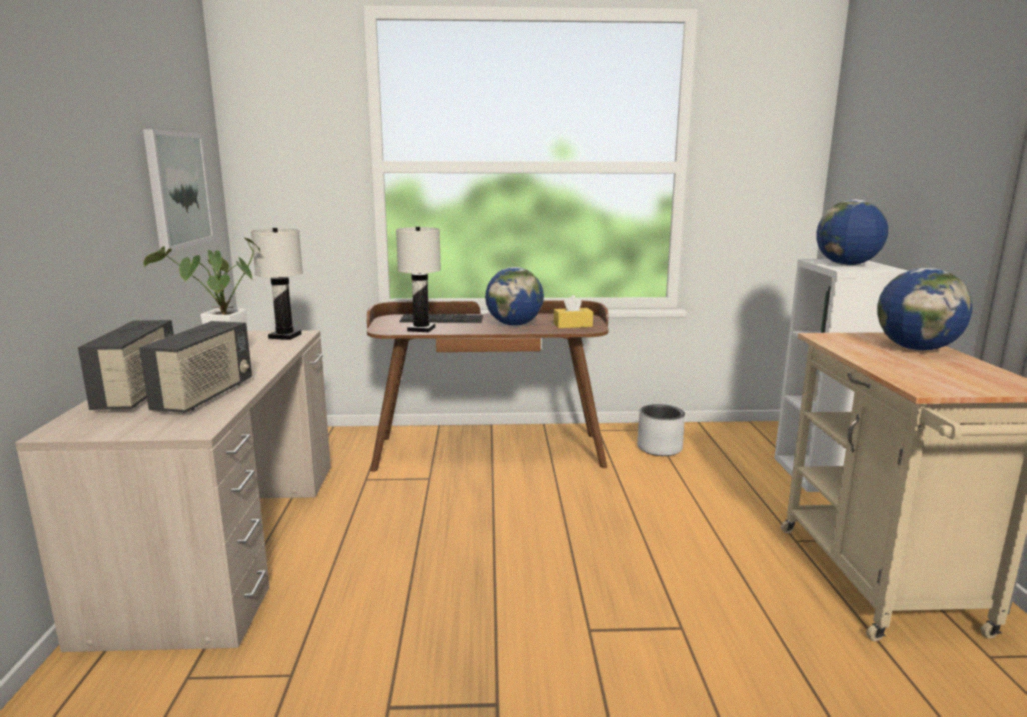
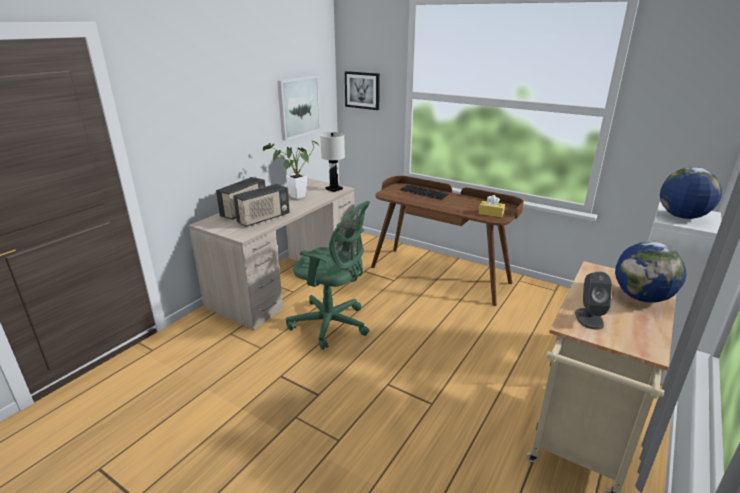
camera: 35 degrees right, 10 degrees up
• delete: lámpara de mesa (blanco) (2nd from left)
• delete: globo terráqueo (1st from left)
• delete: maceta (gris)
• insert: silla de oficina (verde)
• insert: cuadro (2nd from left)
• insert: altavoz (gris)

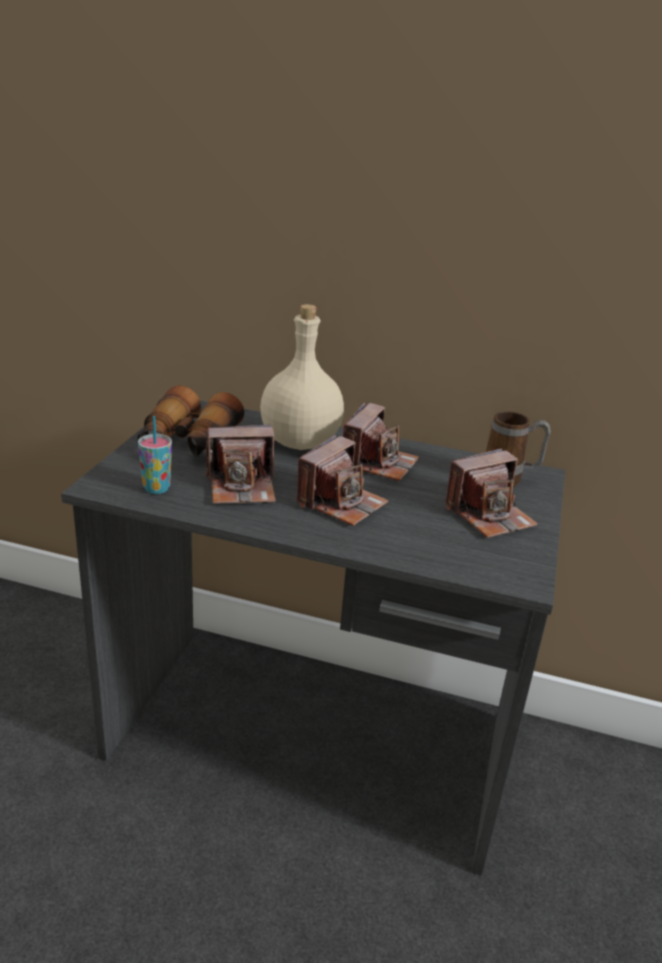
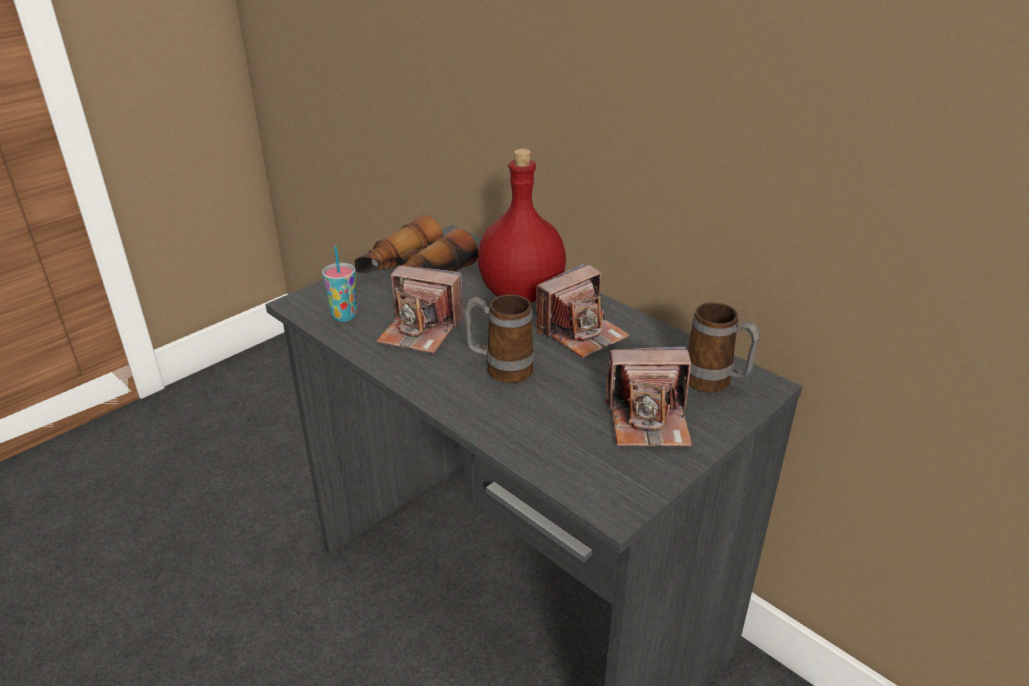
camera: 30 degrees right, 5 degrees up
• recolor: botella (beis) to botella (rojo)
• replace: cámara (2nd from left) to taza grande (1st from left)

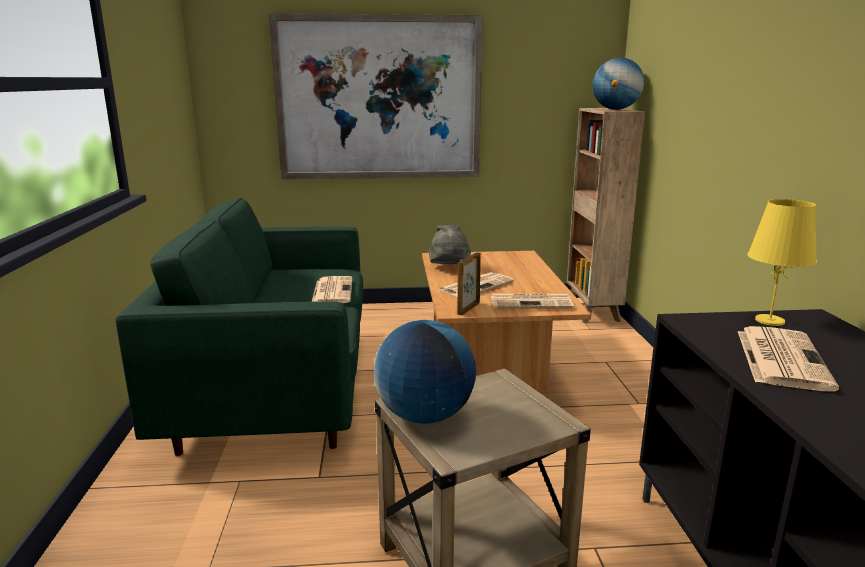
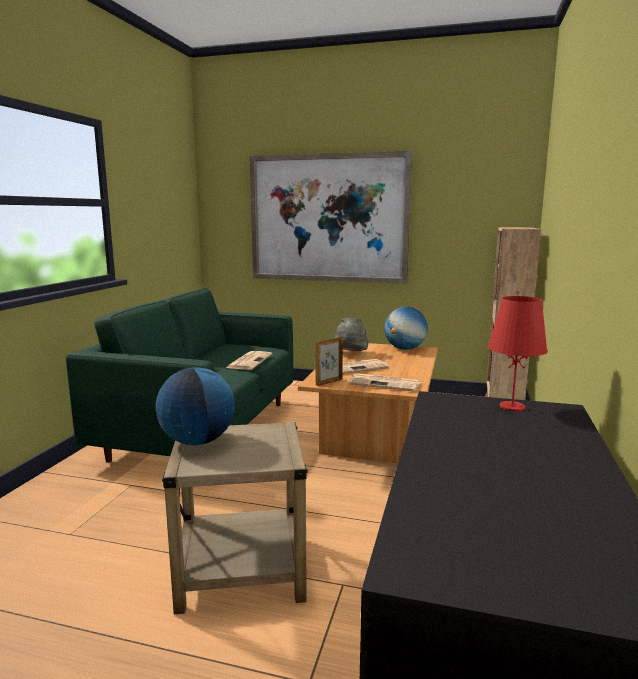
camera: 20 degrees right, 5 degrees down
• move: globo terráqueo (2nd from left)
• delete: periódico (4th from left)
• recolor: lámpara de mesa (amarillo) to lámpara de mesa (rojo)

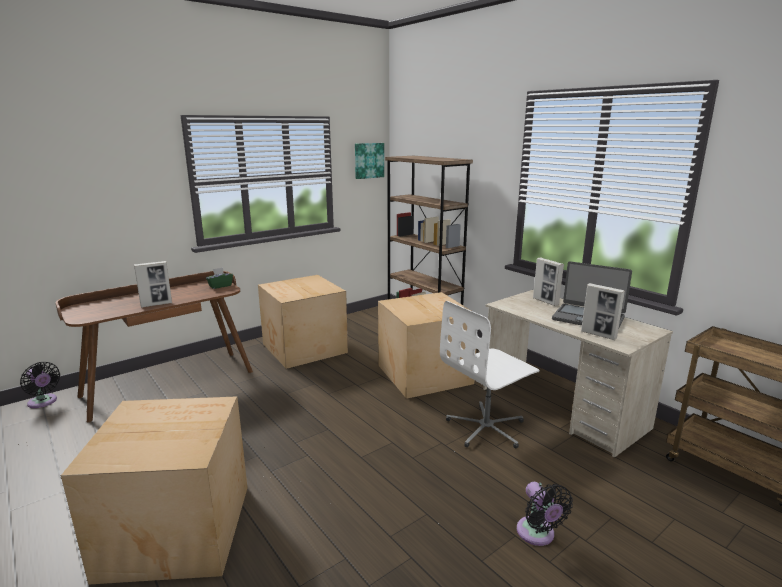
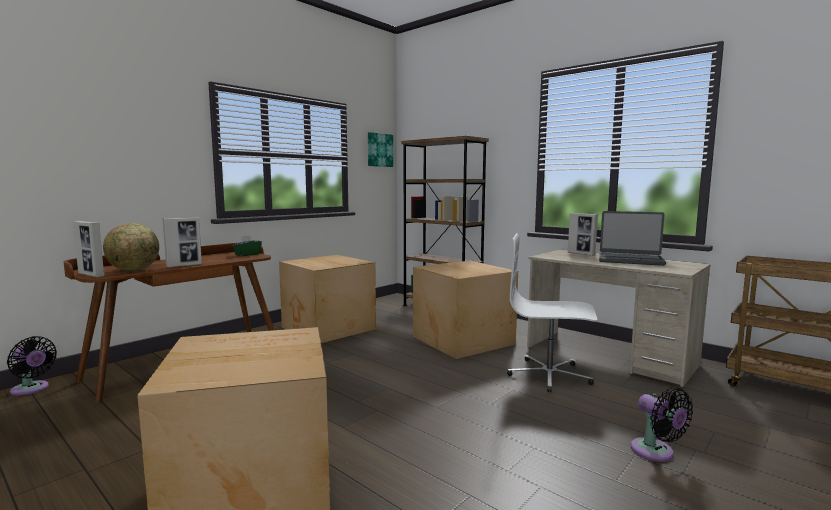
camera: 10 degrees left, 10 degrees down
• rotate: silla de oficina (blanco) 60 degrees clockwise
• move: portarretratos (3rd from left in the first image) to portarretratos (1st from left)
• insert: globo terráqueo

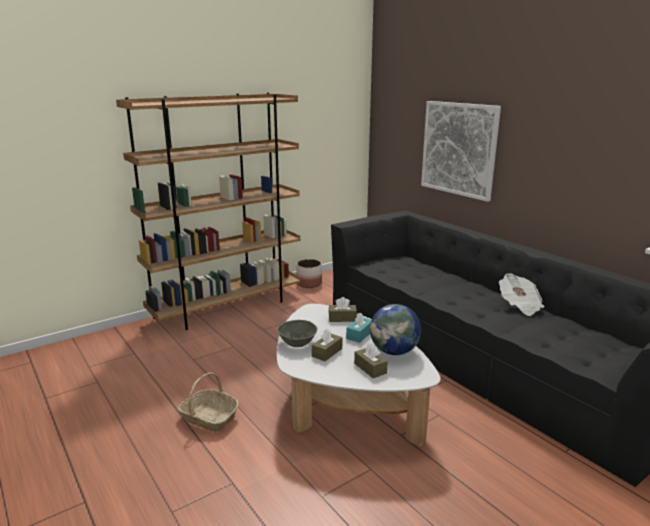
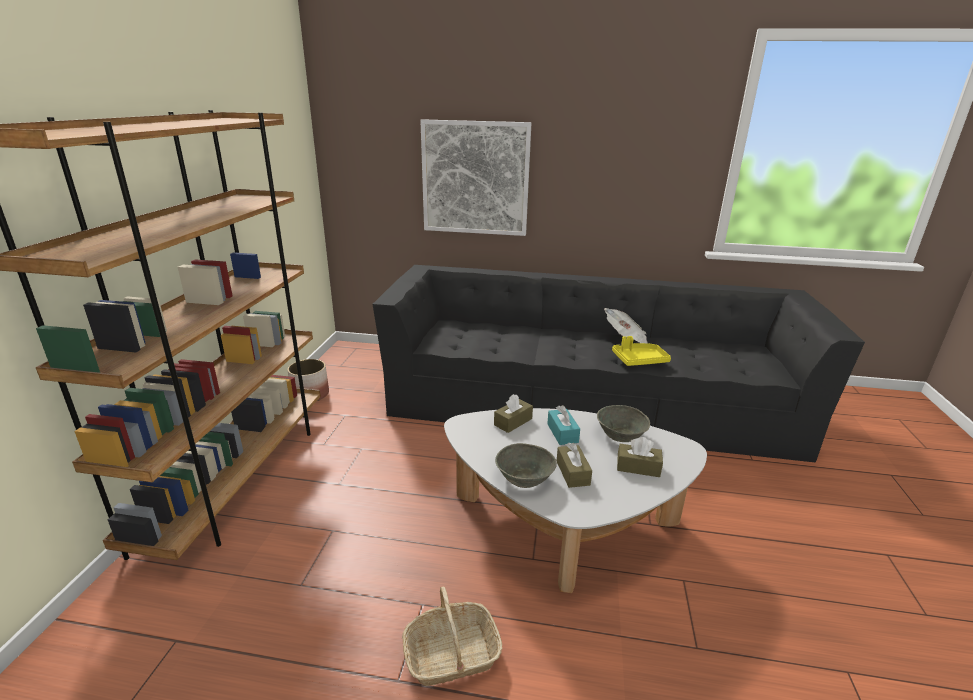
camera: 45 degrees left, 5 degrees up
• replace: globo terráqueo to cuenco (gris) (2nd from left)
• insert: bandeja (amarillo)

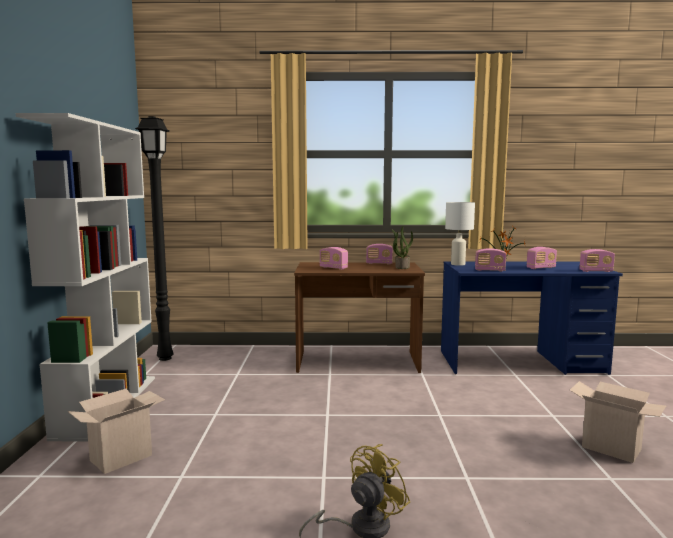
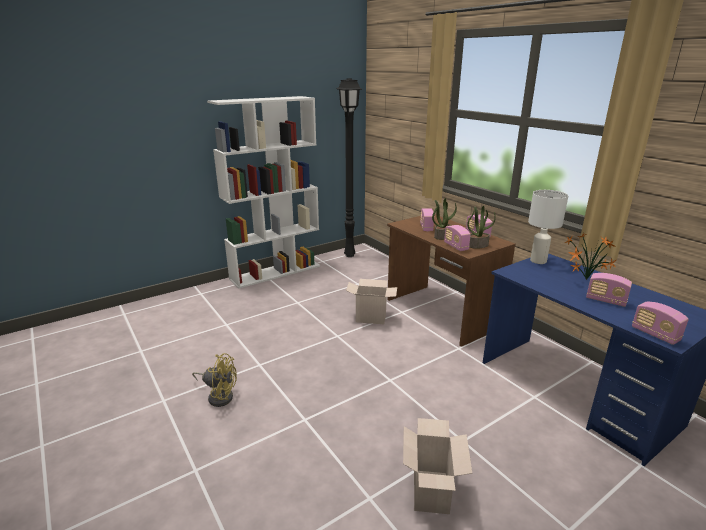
camera: 55 degrees right, 15 degrees up
• move: caja de cartón (1st from left)
• move: radio (3rd from left in the first image) to radio (2nd from left)
• insert: planta en maceta (1st from left)

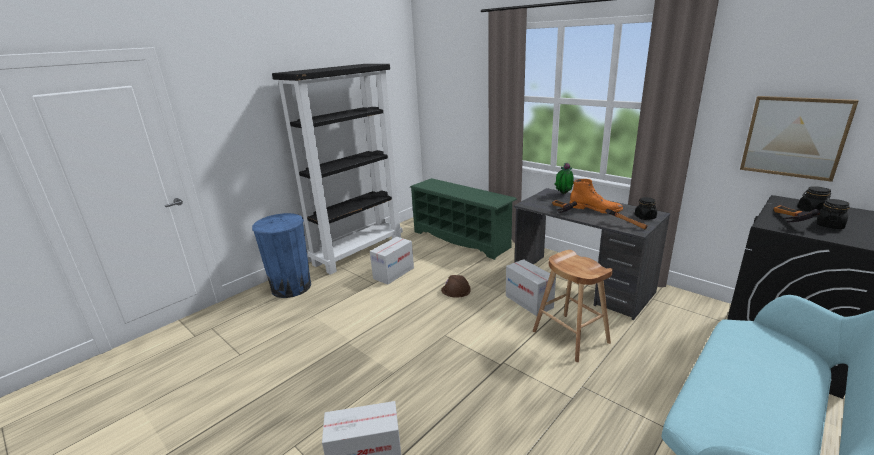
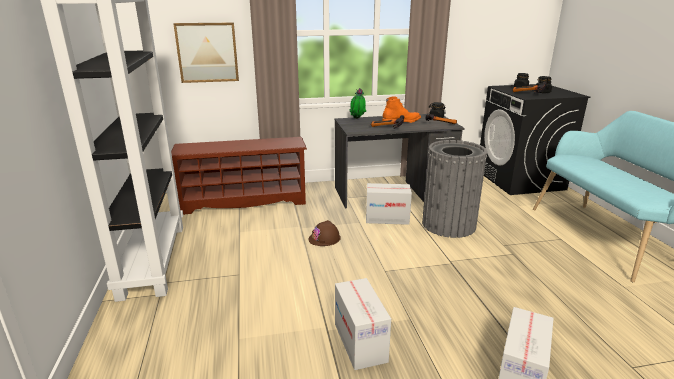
camera: 55 degrees left, 0 degrees up
• delete: papelera (azul)
• move: caja de cartón (2nd from left in the first image) to caja de cartón (1st from left)
• recolor: zapatero (verde) to zapatero (marrón)
• replace: taburete (marrón) to papelera (gris)
• move: cuadro

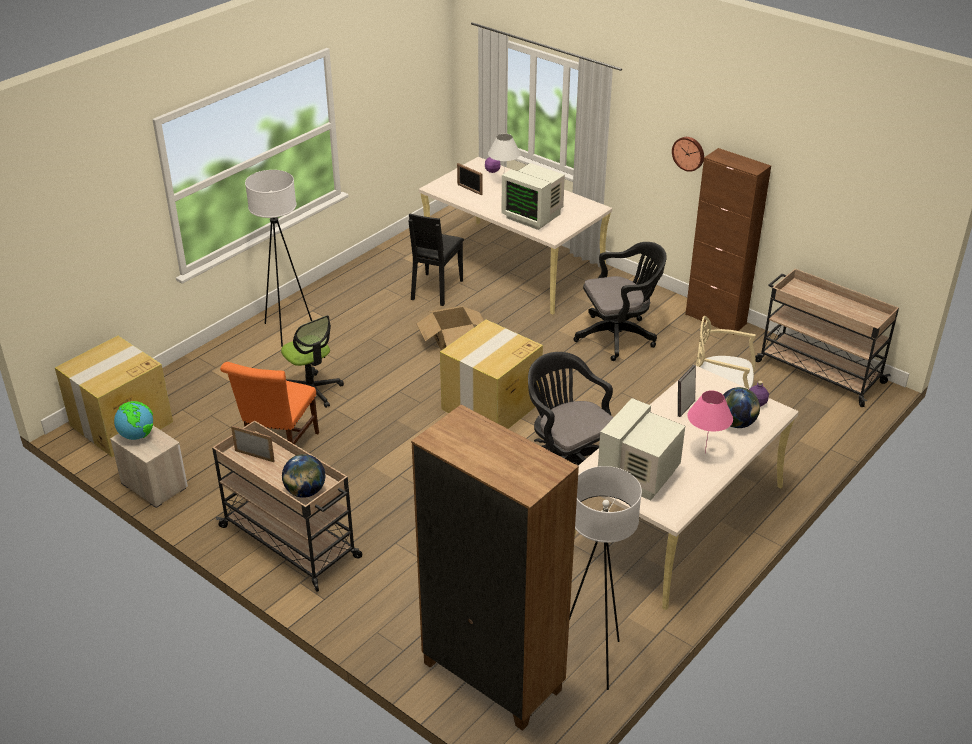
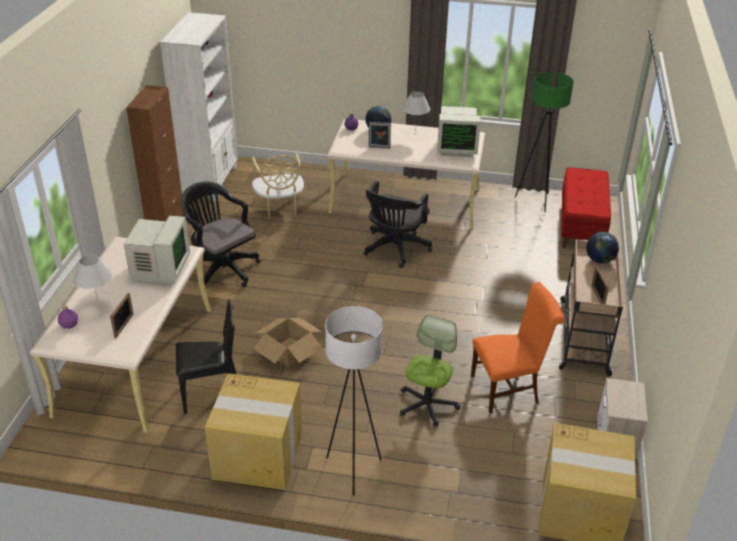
camera: 120 degrees left, 0 degrees up
• delete: globo terráqueo (1st from left)
• replace: estantería (marrón) to banco (rojo)
• move: caja de cartón (3rd from left in the first image) to caja de cartón (1st from left)
• recolor: lámpara de pie (blanco) (2nd from left) to lámpara de pie (verde)
• delete: reloj de pared
• recolor: lámpara de mesa (rosa) to lámpara de mesa (blanco) (2nd from left)
• replace: carrito (beis) (2nd from left) to estantería (blanco)

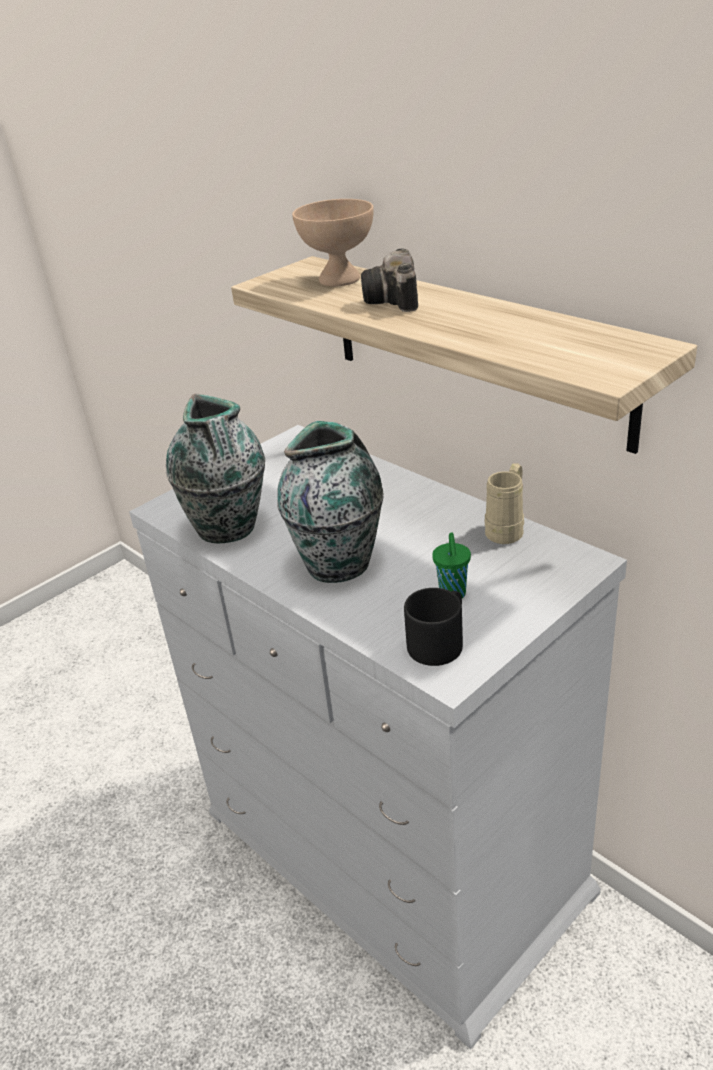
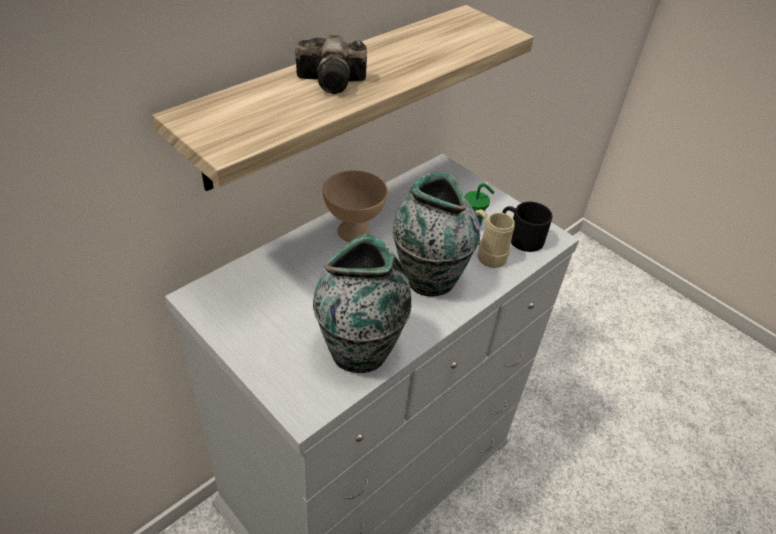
camera: 95 degrees left, 10 degrees up
• move: cuenco (beis)
• move: taza grande (beis)

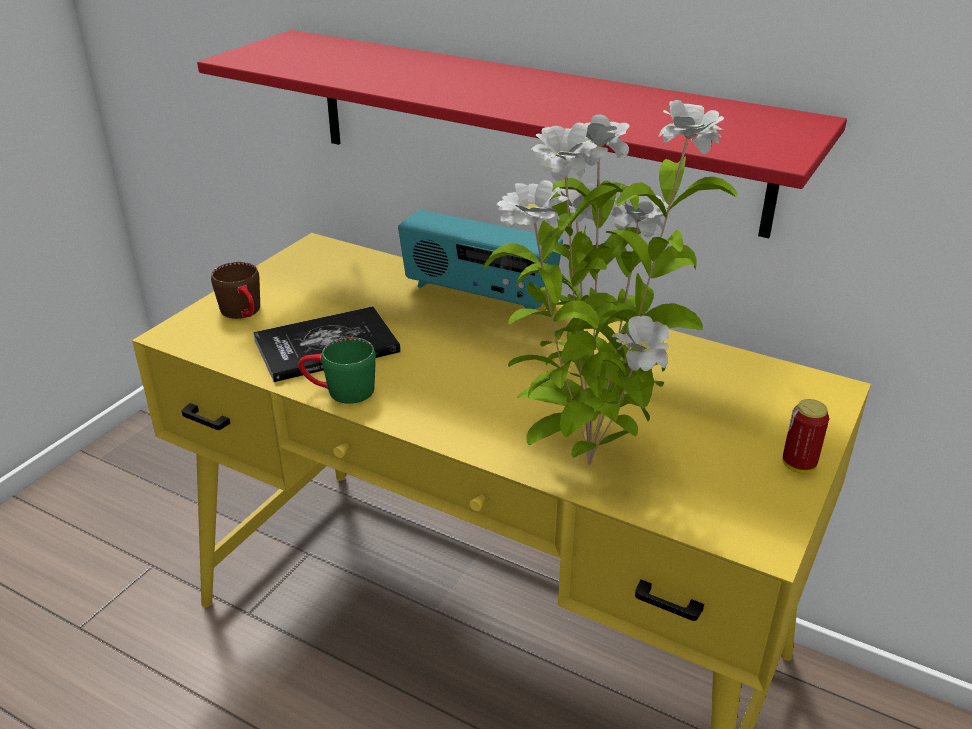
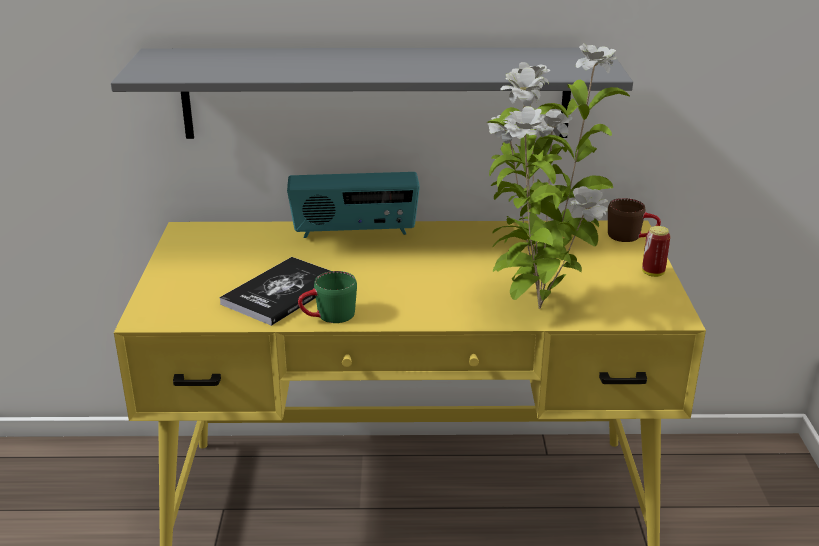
camera: 30 degrees left, 5 degrees down
• recolor: estante (rojo) to estante (gris)
• move: taza grande (marrón)

